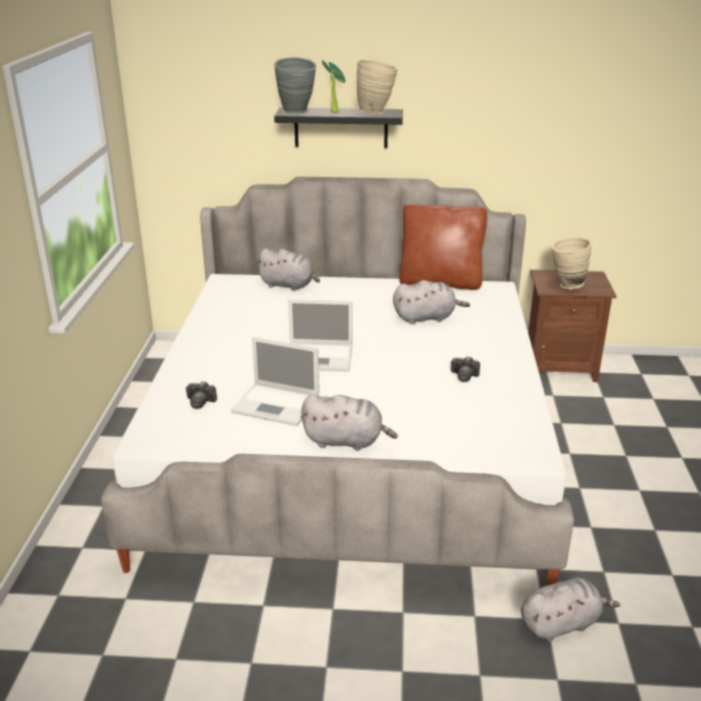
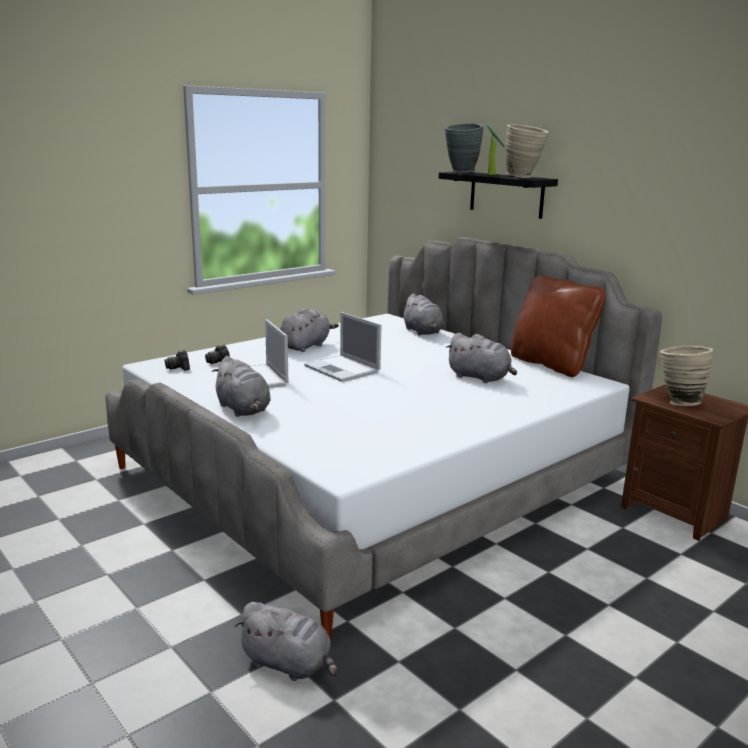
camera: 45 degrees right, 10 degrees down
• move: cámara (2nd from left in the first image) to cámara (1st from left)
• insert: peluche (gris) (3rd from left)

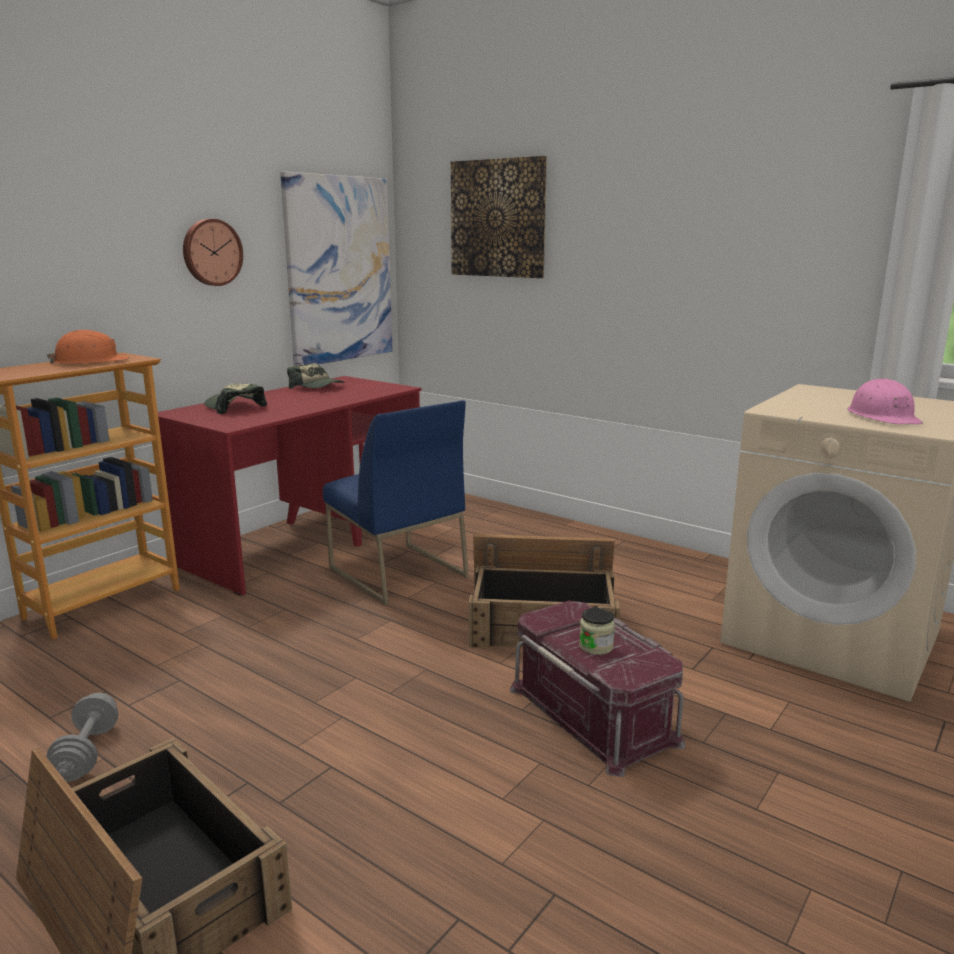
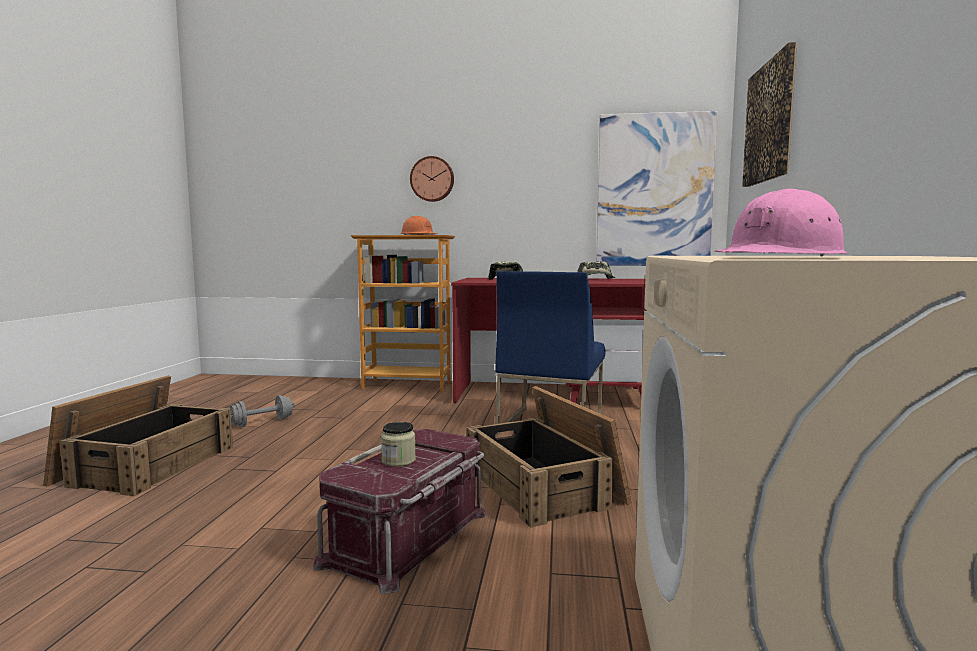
camera: 60 degrees right, 10 degrees down
• move: reloj de pared

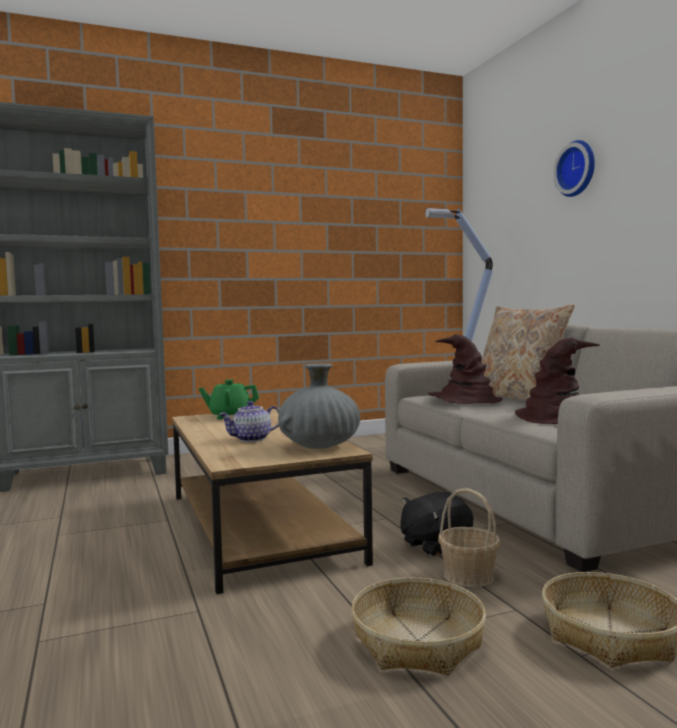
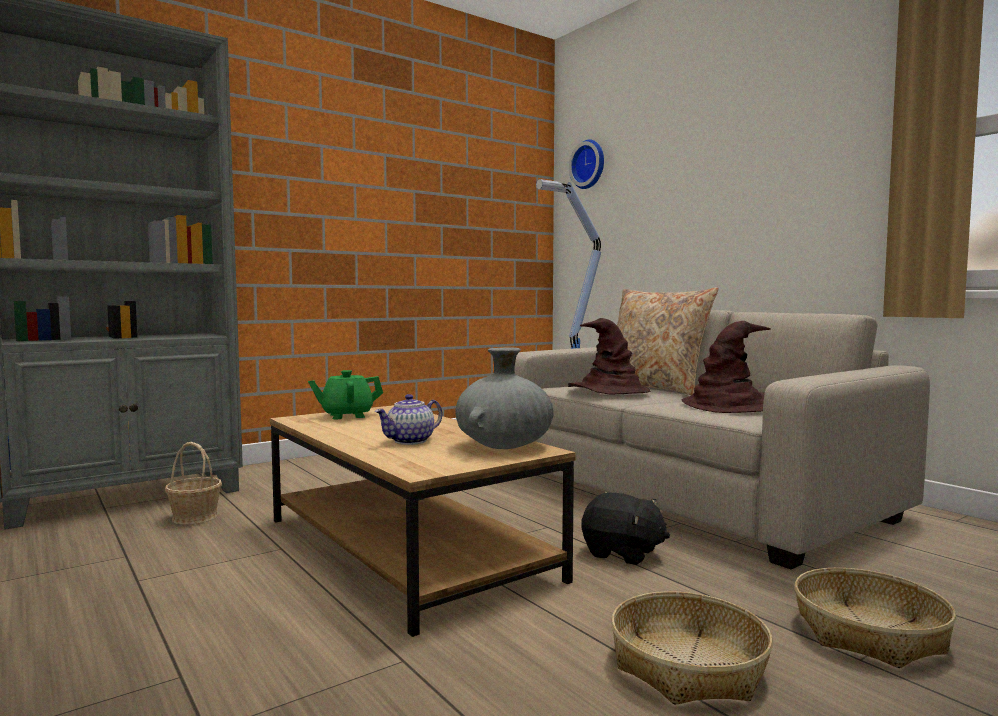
camera: 15 degrees left, 0 degrees up
• rotate: peluche (negro) 105 degrees counterclockwise
• move: cesta (2nd from left in the first image) to cesta (1st from left)
• move: reloj de pared

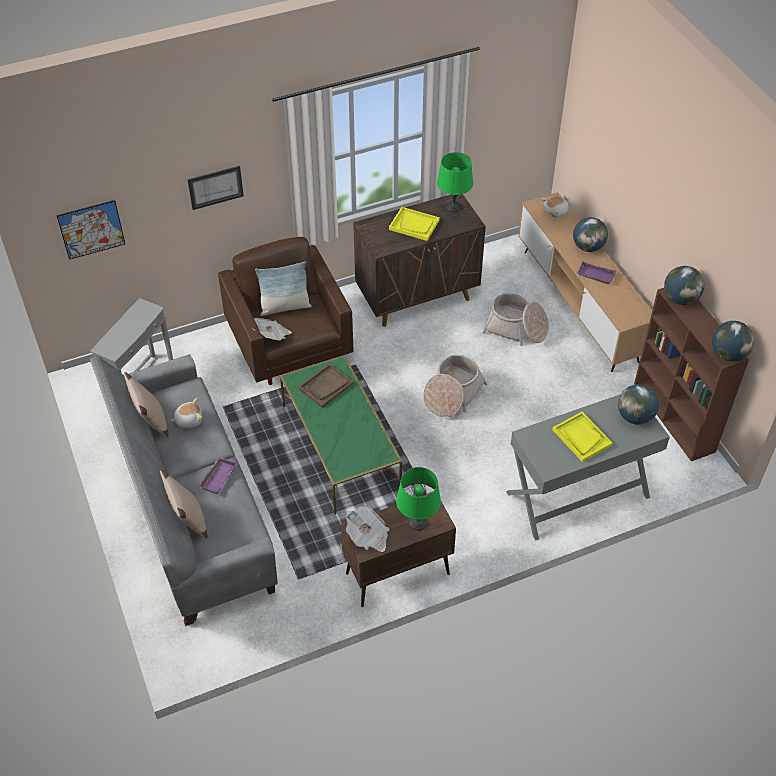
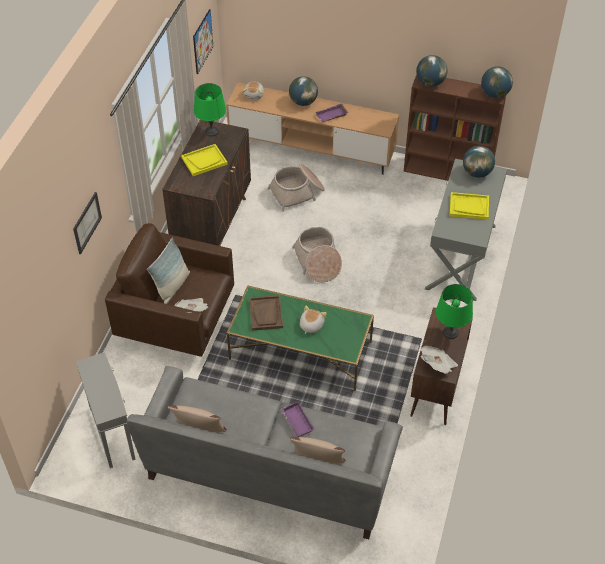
camera: 50 degrees left, 0 degrees up
• move: cuadro (1st from left in the first image) to cuadro (2nd from left)
• move: peluche (1st from left in the first image) to peluche (2nd from left)

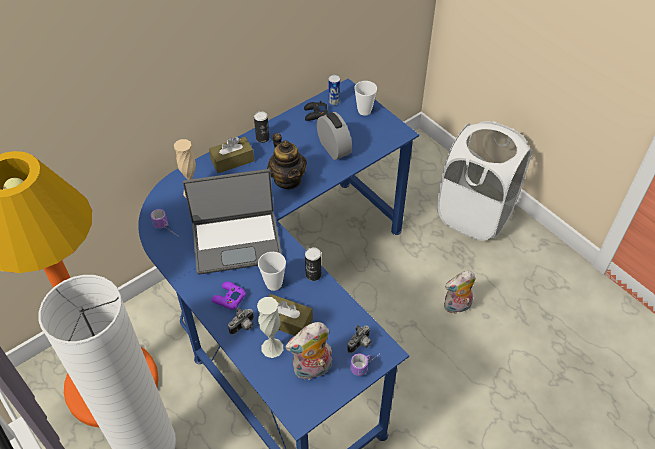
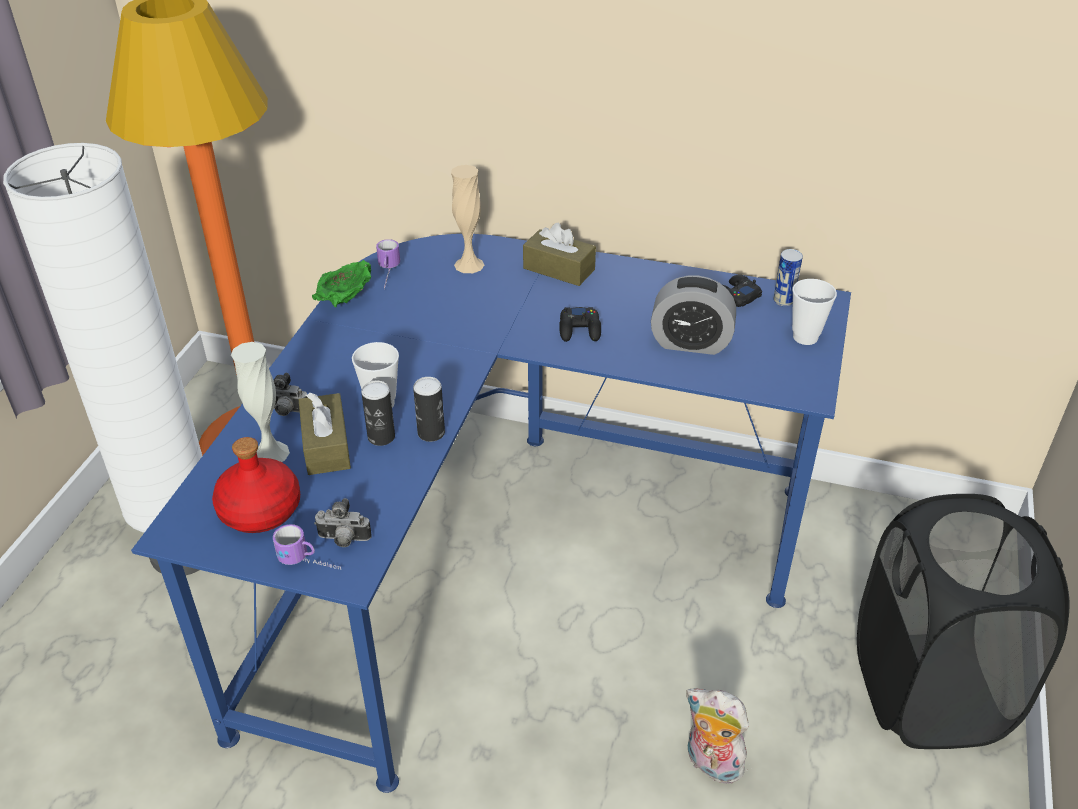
camera: 55 degrees right, 10 degrees down
• delete: portátil
• delete: mando de consola (morado)
• move: lata (1st from left)
• replace: tetera to mando de consola (negro) (1st from left)
• replace: peluche (1st from left) to botella (rojo)
• rotate: despertador 75 degrees clockwise
• recolor: cesto de la ropa (blanco) to cesto de la ropa (negro)
• insert: cuenco (verde)

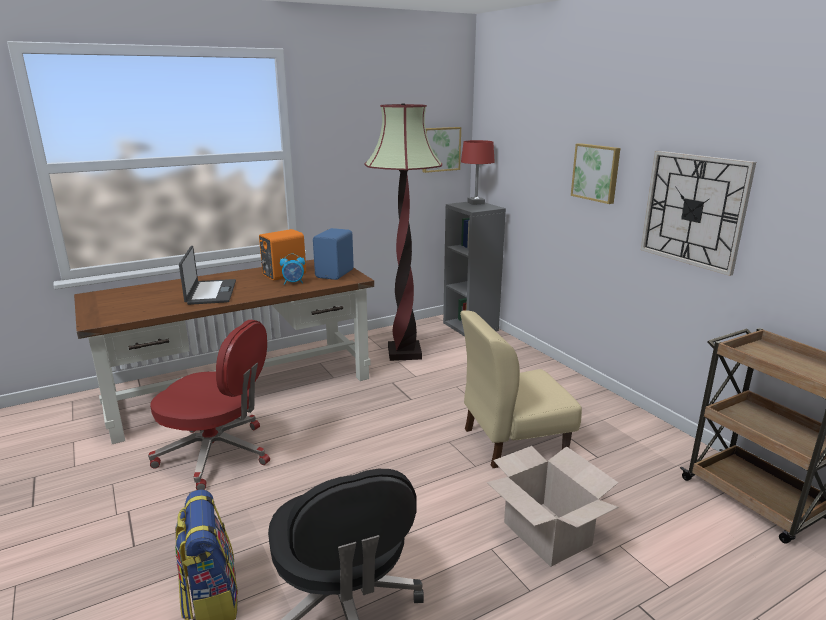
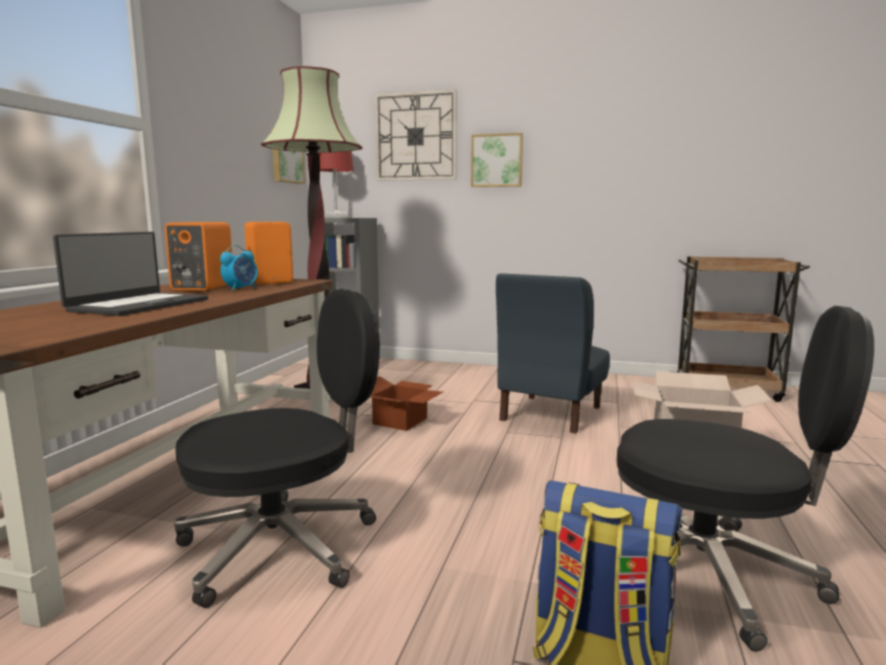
camera: 45 degrees left, 10 degrees down
• recolor: silla de oficina (rojo) to silla de oficina (negro) (1st from left)
• rotate: portátil 75 degrees clockwise
• recolor: altavoz (azul) to altavoz (naranja) (2nd from left)
• recolor: silla (beis) to silla (azul)
• move: reloj de pared
• insert: caja de cartón (1st from left)

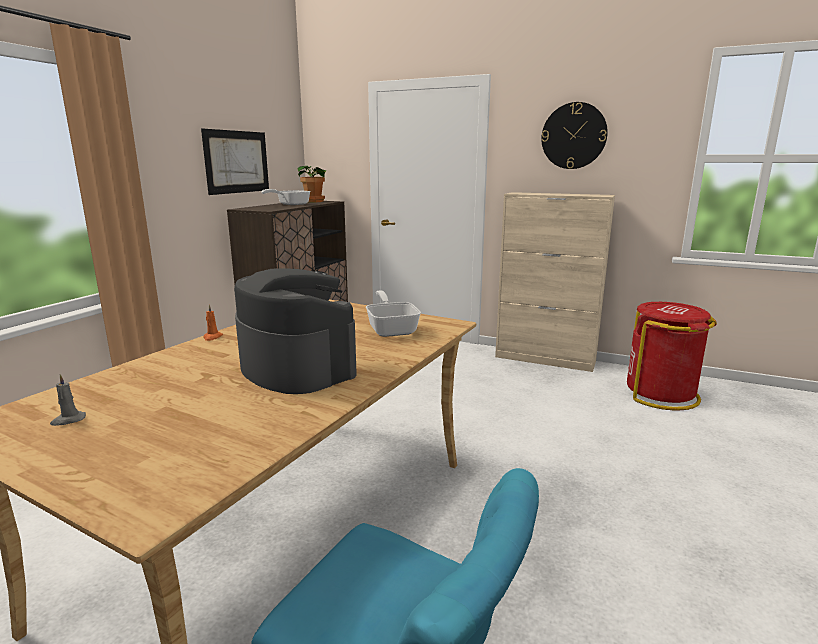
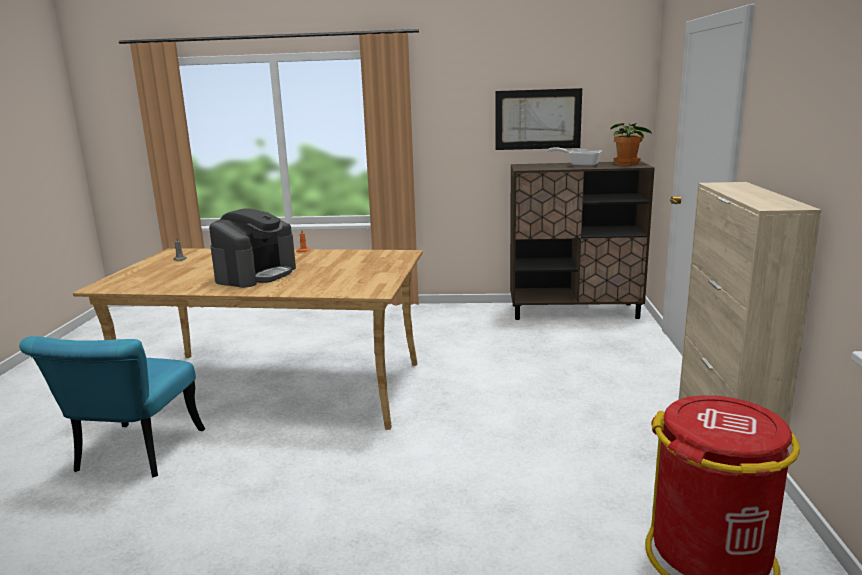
camera: 70 degrees right, 0 degrees up
• delete: sartén (2nd from left)
• delete: reloj de pared

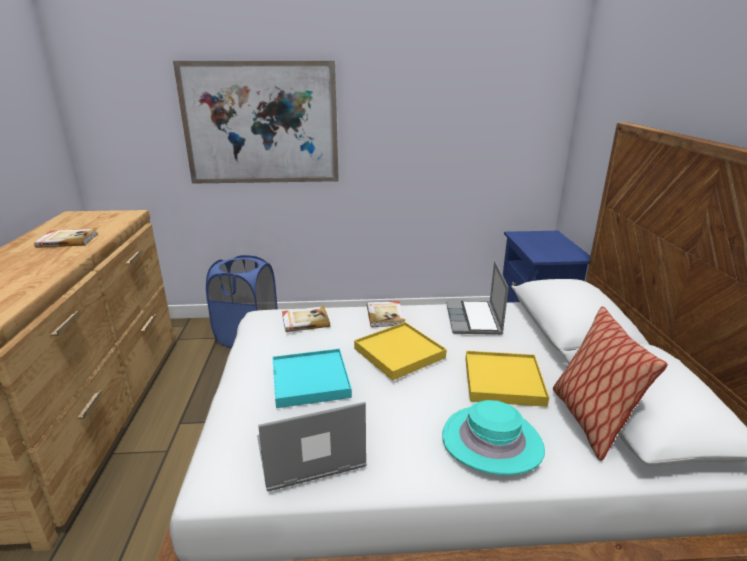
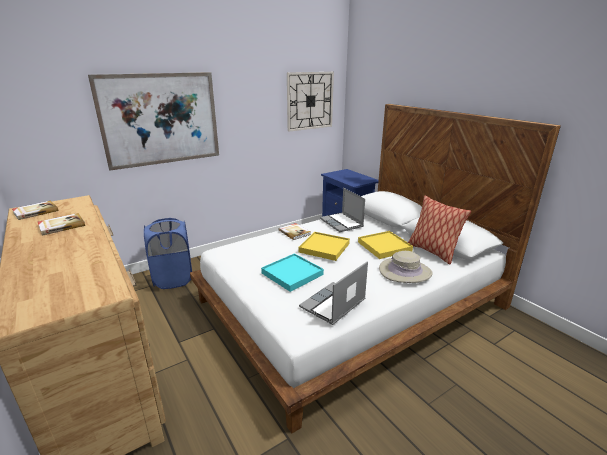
camera: 30 degrees left, 0 degrees up
• move: libro (2nd from left in the first image) to libro (1st from left)
• recolor: sombrero (turquesa) to sombrero (beis)
• insert: reloj de pared

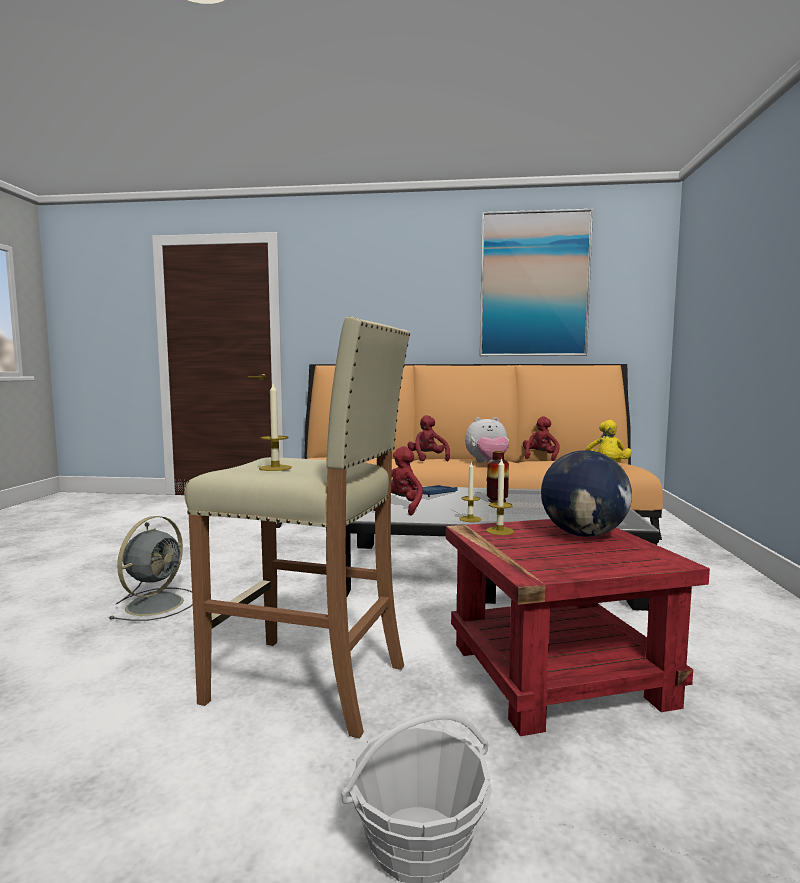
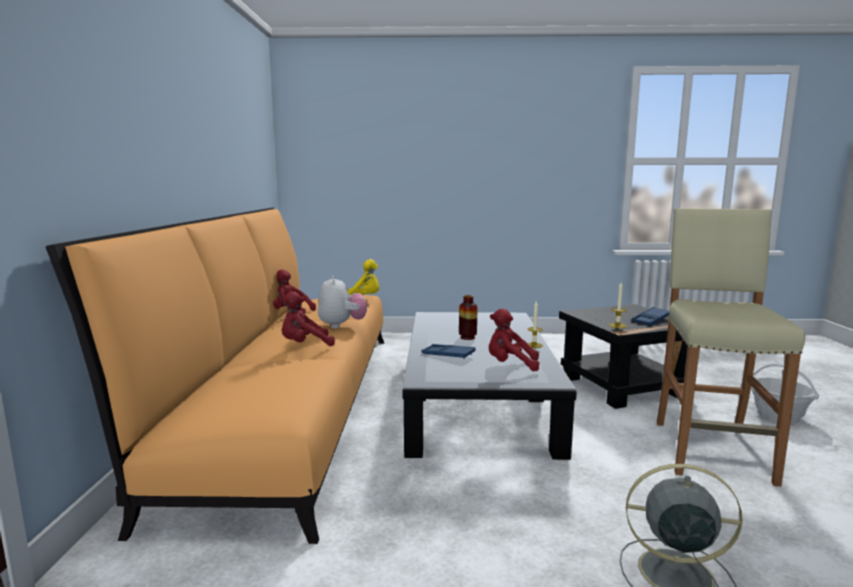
camera: 95 degrees left, 5 degrees up
• delete: vela (1st from left)
• recolor: mesa auxiliar (rojo) to mesa auxiliar (negro)
• delete: cuadro
• delete: globo terráqueo
• insert: bandeja (azul) (2nd from left)

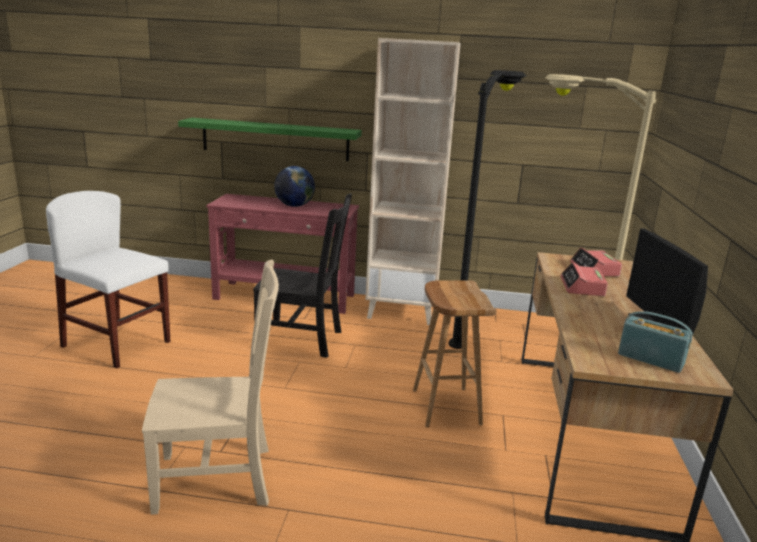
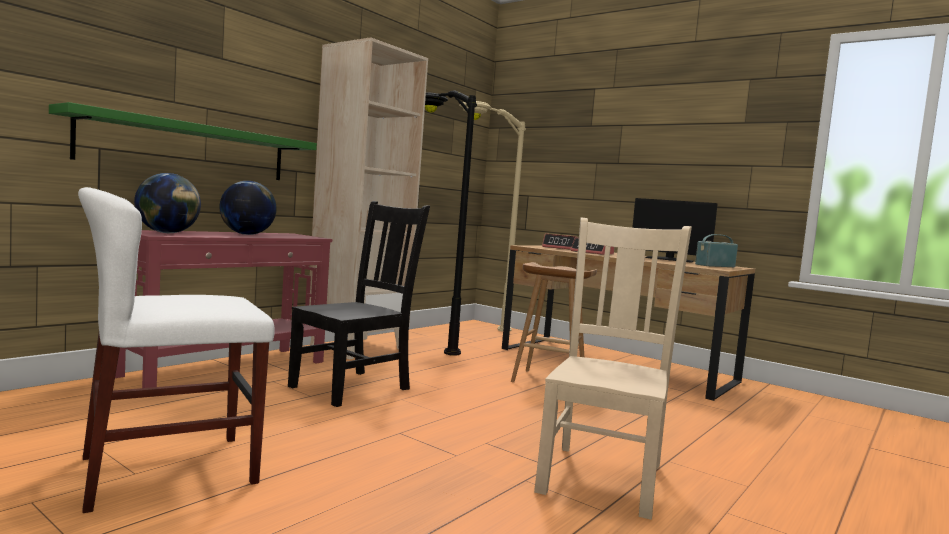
camera: 60 degrees left, 15 degrees down
• insert: globo terráqueo (1st from left)

